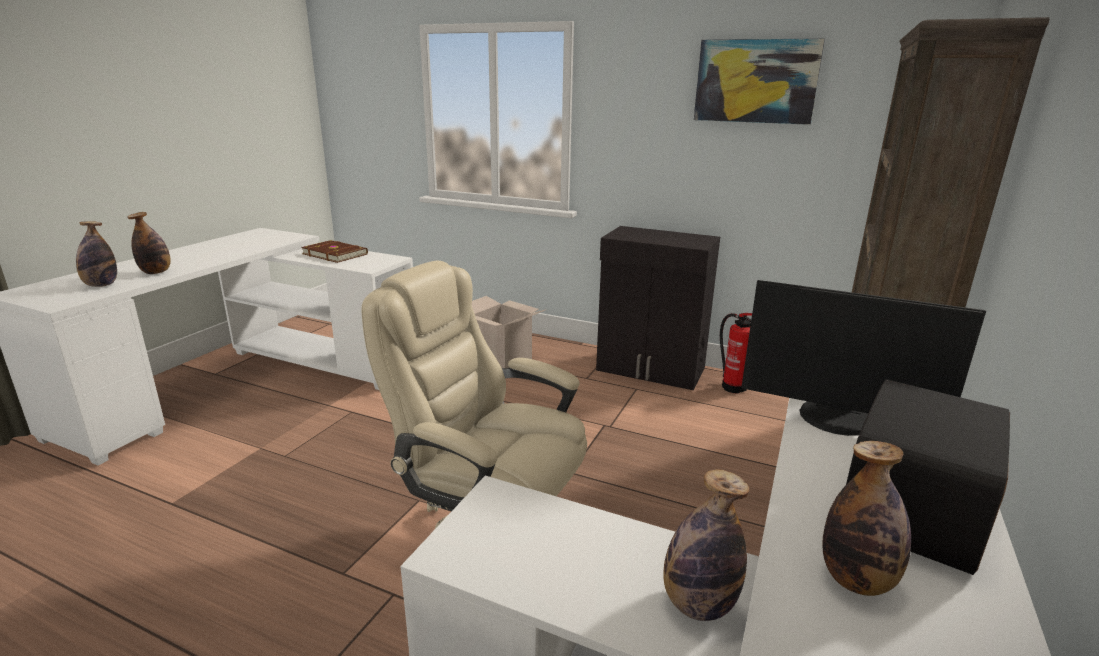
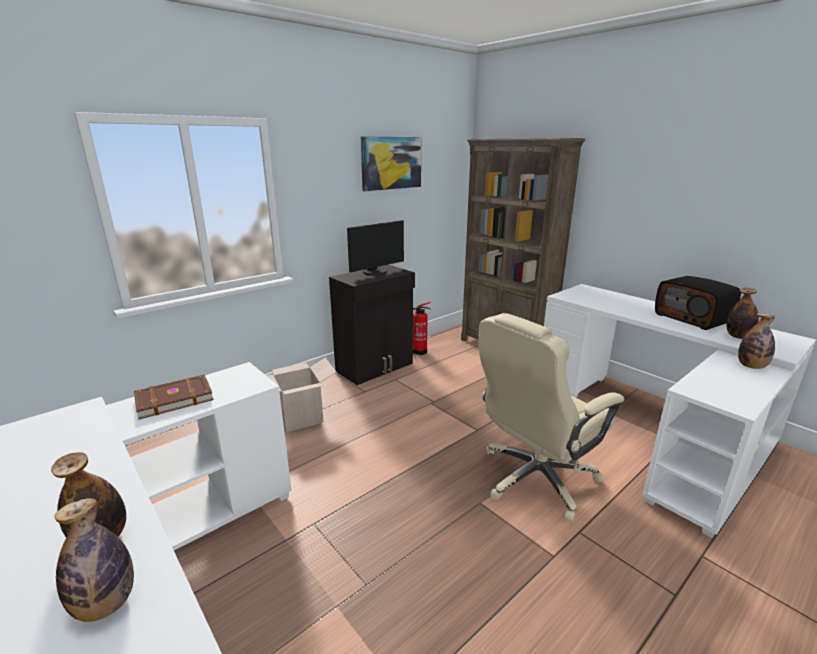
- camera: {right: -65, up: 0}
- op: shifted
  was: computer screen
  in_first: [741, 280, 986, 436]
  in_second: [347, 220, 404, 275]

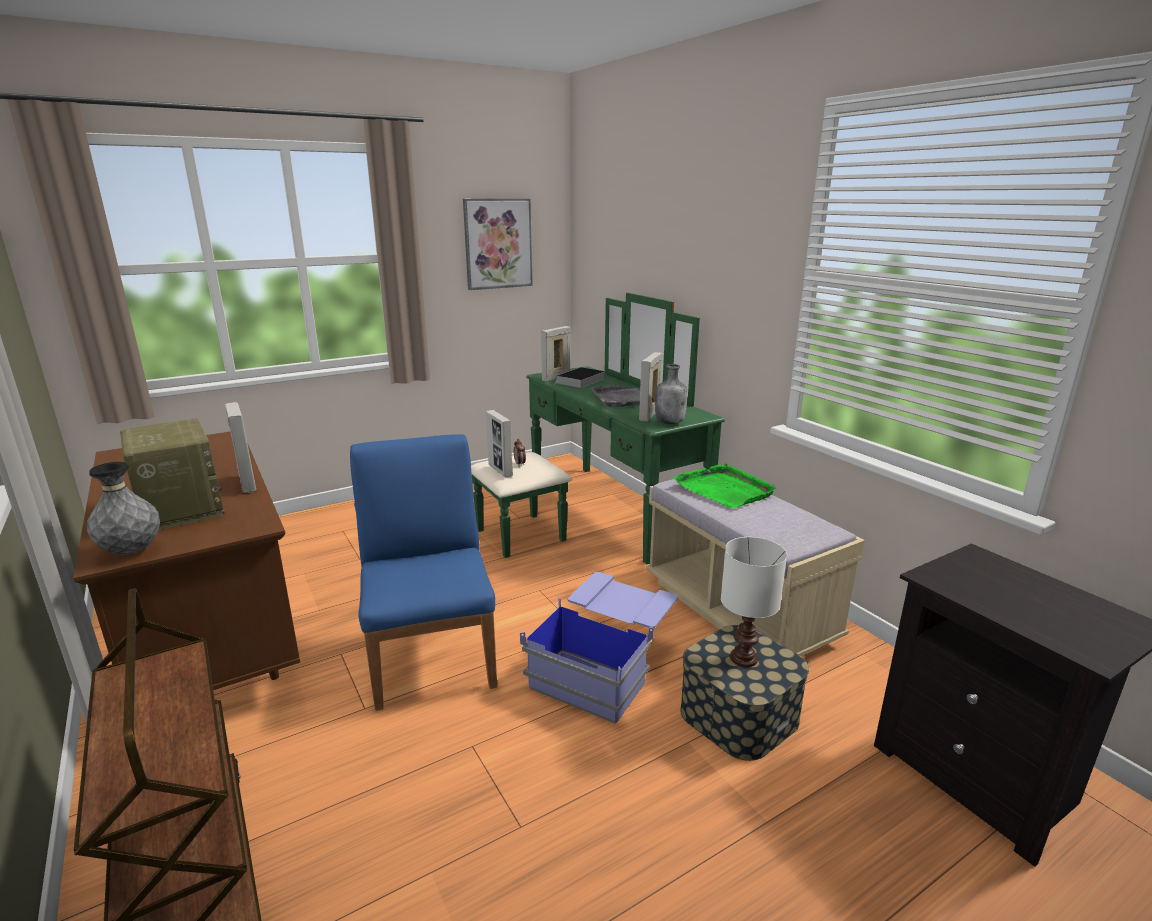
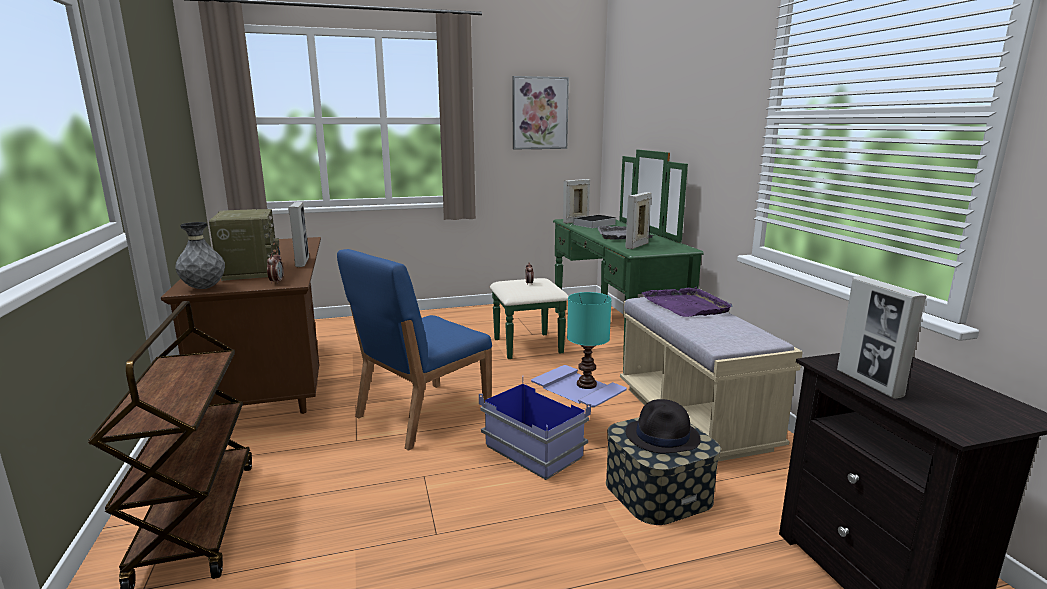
- camera: {right: 15, up: -5}
- op: rotated
  was: bluish plain chair
  in_first: [350, 434, 497, 711]
  in_second: [337, 249, 492, 451]
  clockwise: -135
- op: shifted
  was: picture frame
  in_first: [486, 410, 513, 477]
  in_second: [837, 276, 927, 398]
- op: gone
  was: greyish drink bottle
  in_first: [655, 364, 687, 424]
- op: repainted
  was: green serving tray
  now: purplish serving tray
  in_first: [673, 463, 776, 508]
  in_second: [642, 287, 732, 317]
- op: swapped
  was: whitish tabletop lamp
  now: black-coloured wearable hat
  in_first: [721, 537, 787, 667]
  in_second: [626, 399, 701, 453]
- op: new
  now: table clock
  in_second: [267, 251, 284, 284]
- op: new
  now: blue-green tabletop lamp
  in_second: [567, 292, 612, 389]

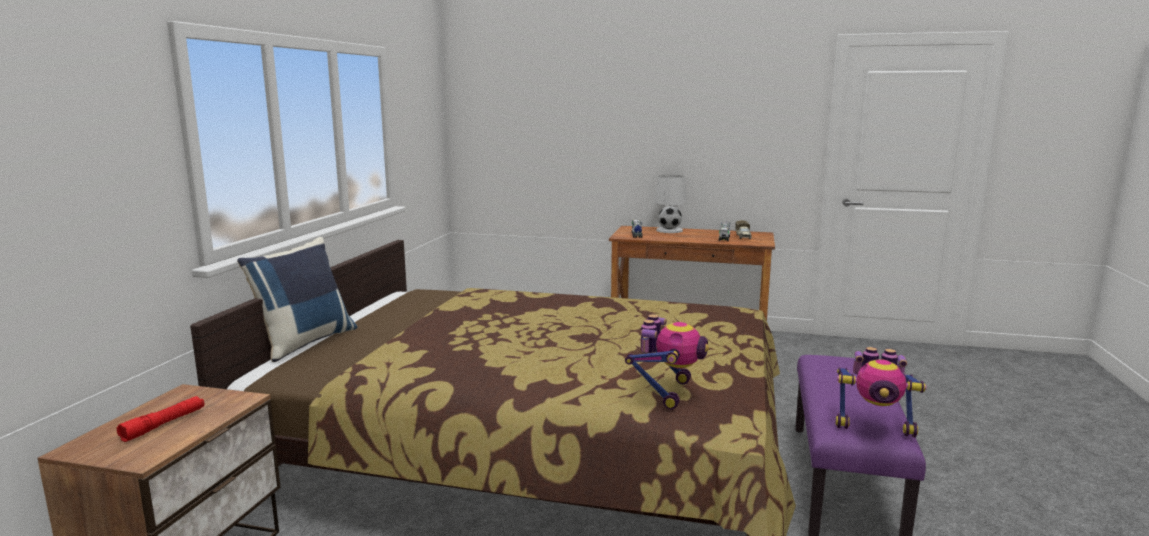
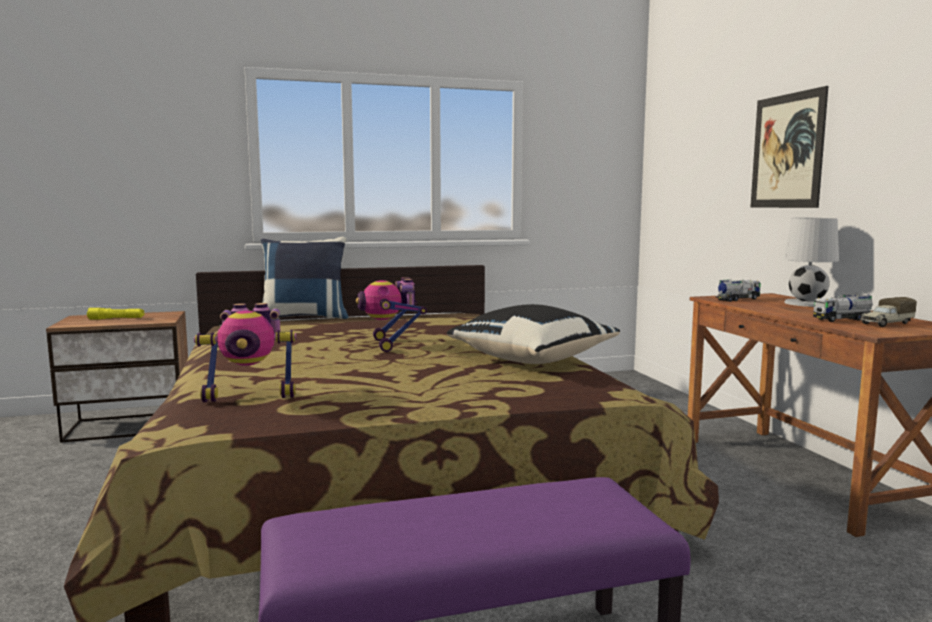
- camera: {right: 60, up: -5}
- op: repainted
  was: reddish hand torch
  now: yellowish hand torch
  in_first: [117, 396, 204, 442]
  in_second: [87, 308, 144, 319]
- op: shifted
  was: model robot
  in_first: [836, 347, 927, 437]
  in_second: [356, 277, 427, 352]
- op: new
  now: black-coloured cushion
  in_second: [447, 304, 620, 364]
- op: new
  now: wall art
  in_second: [751, 86, 829, 208]

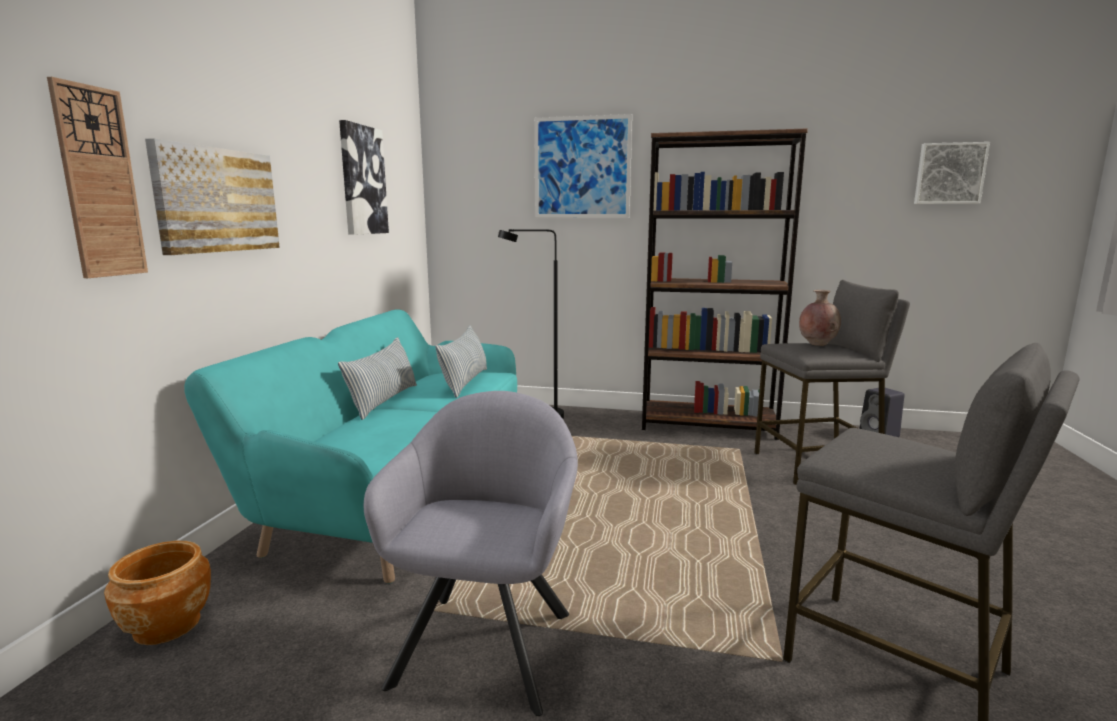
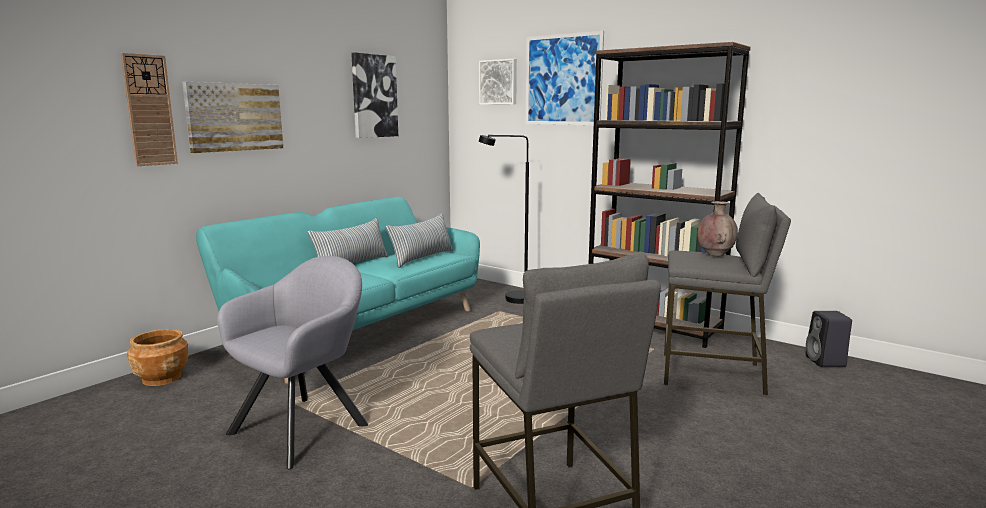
- camera: {right: 25, up: 0}
- op: shifted
  was: wall art
  in_first: [914, 142, 990, 204]
  in_second: [479, 59, 517, 105]

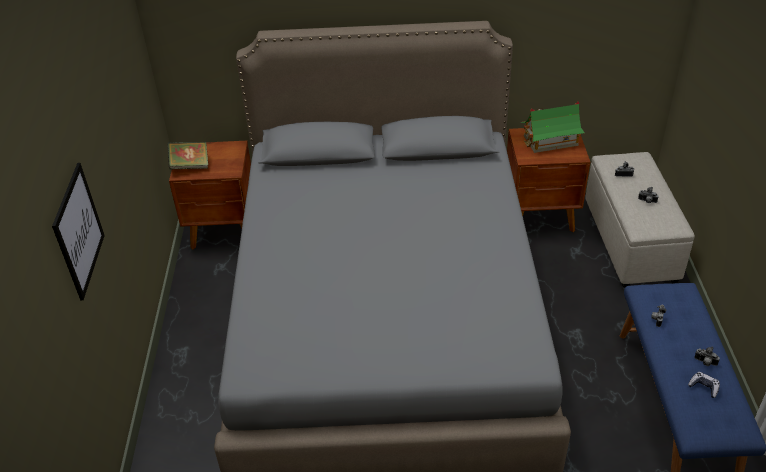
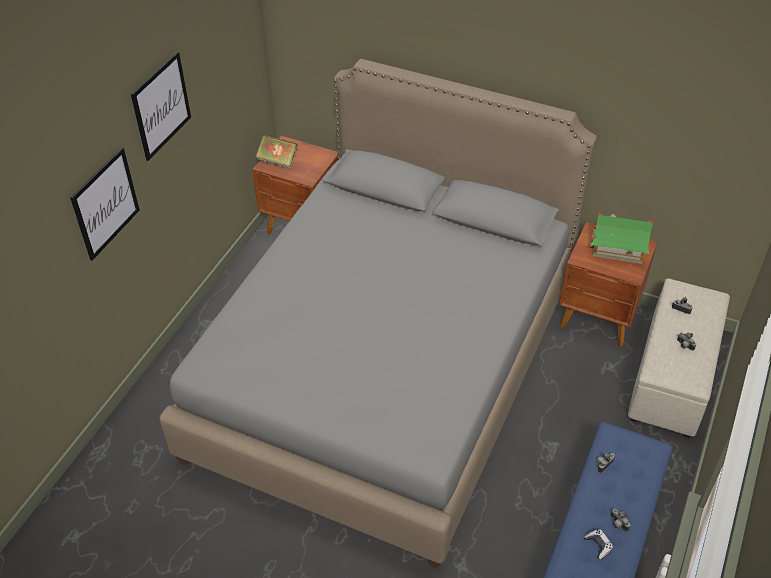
- camera: {right: 25, up: 5}
- op: new
  now: wall art
  in_second: [131, 51, 191, 161]

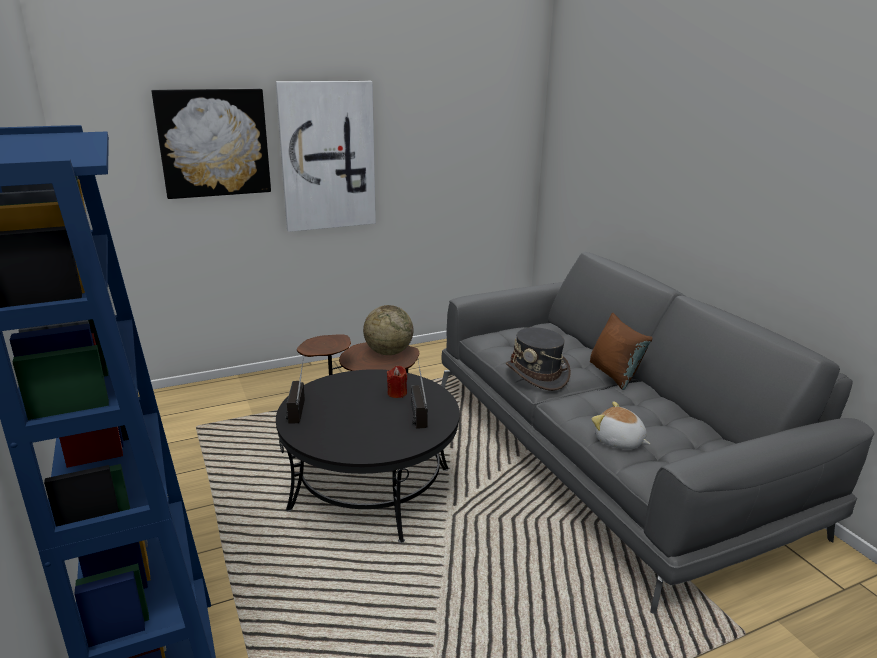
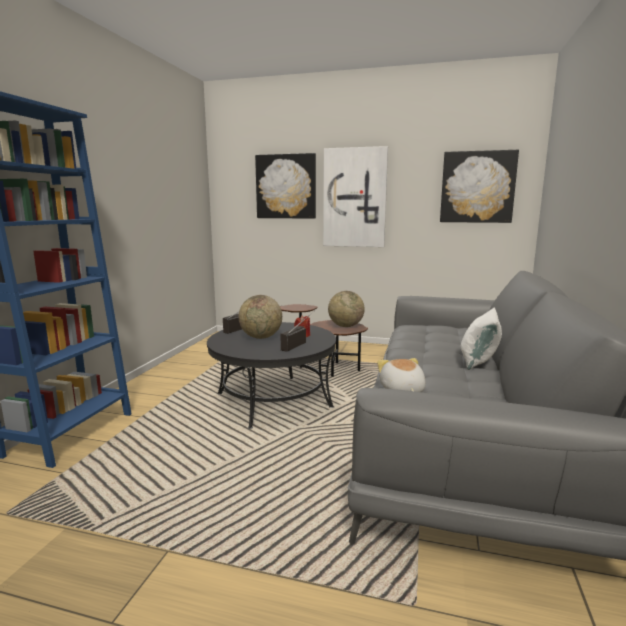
- camera: {right: 40, up: -10}
- op: gone
  was: greyish wearable hat
  in_first: [506, 327, 571, 391]
- op: repainted
  was: brownish cushion
  now: whitish cushion
  in_first: [590, 312, 652, 390]
  in_second: [461, 307, 502, 370]
- op: new
  now: globe
  in_second: [239, 295, 282, 339]
- op: new
  now: wall art
  in_second: [440, 150, 519, 223]

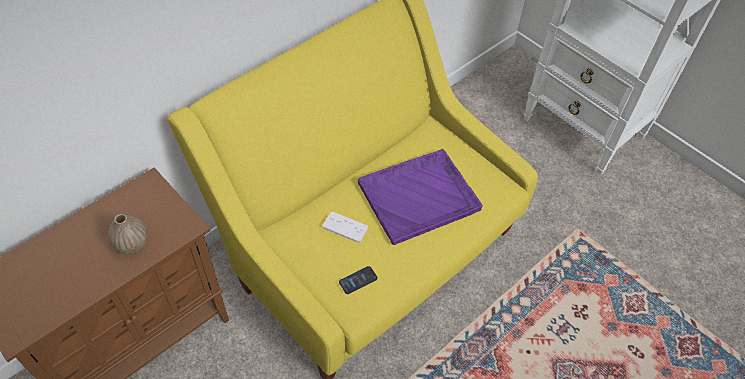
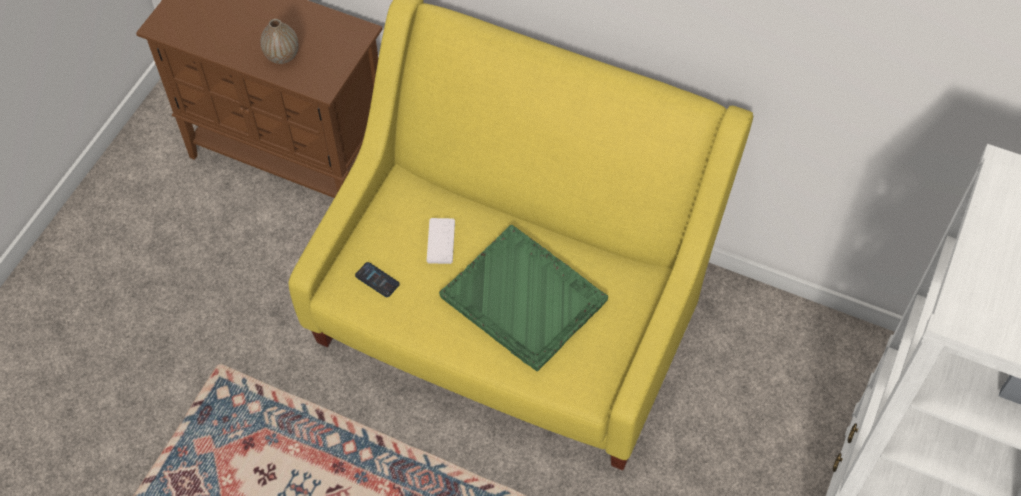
- camera: {right: 70, up: 5}
- op: repainted
  was: purplish serving tray
  now: green serving tray
  in_first: [358, 149, 482, 245]
  in_second: [439, 225, 608, 371]

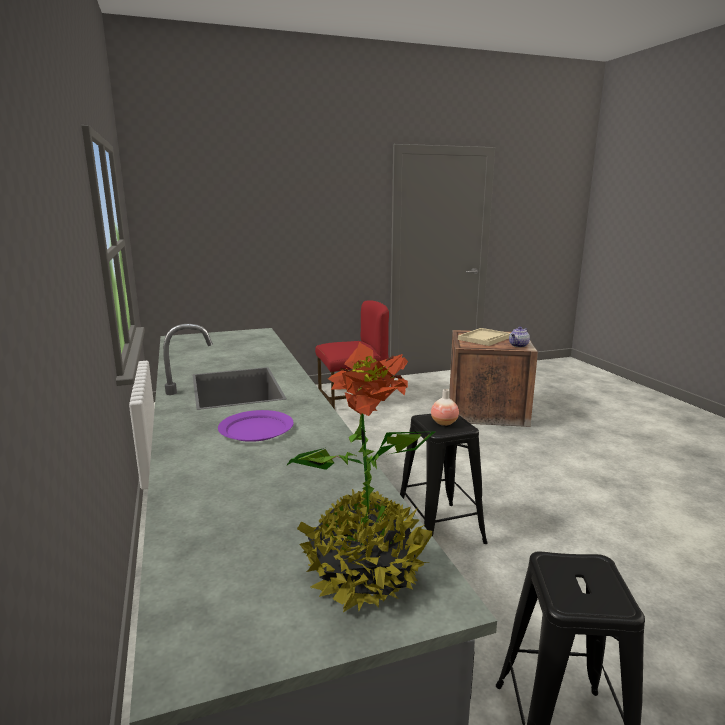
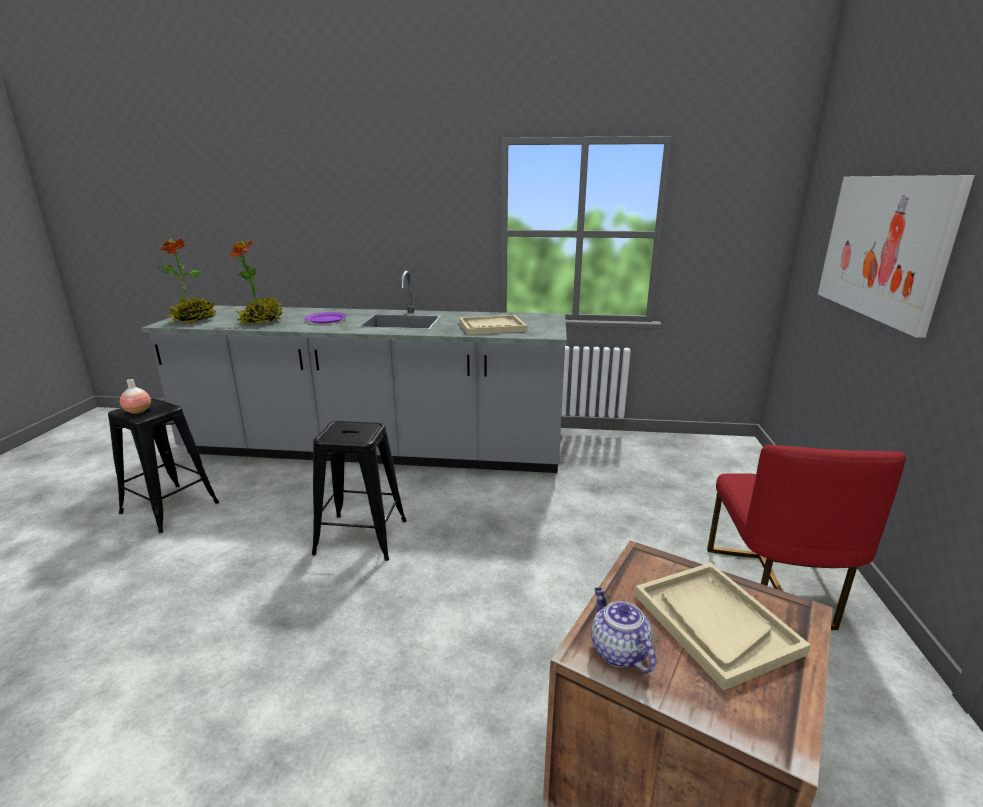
- camera: {right: 115, up: 5}
- op: shifted
  was: decorative vase
  in_first: [431, 389, 459, 426]
  in_second: [120, 379, 151, 414]
- op: new
  now: plant in a pot
  in_second: [230, 238, 282, 324]
- op: new
  now: sand-coloured serving tray
  in_second: [459, 315, 527, 335]
- op: new
  now: wall art
  in_second: [818, 175, 975, 338]

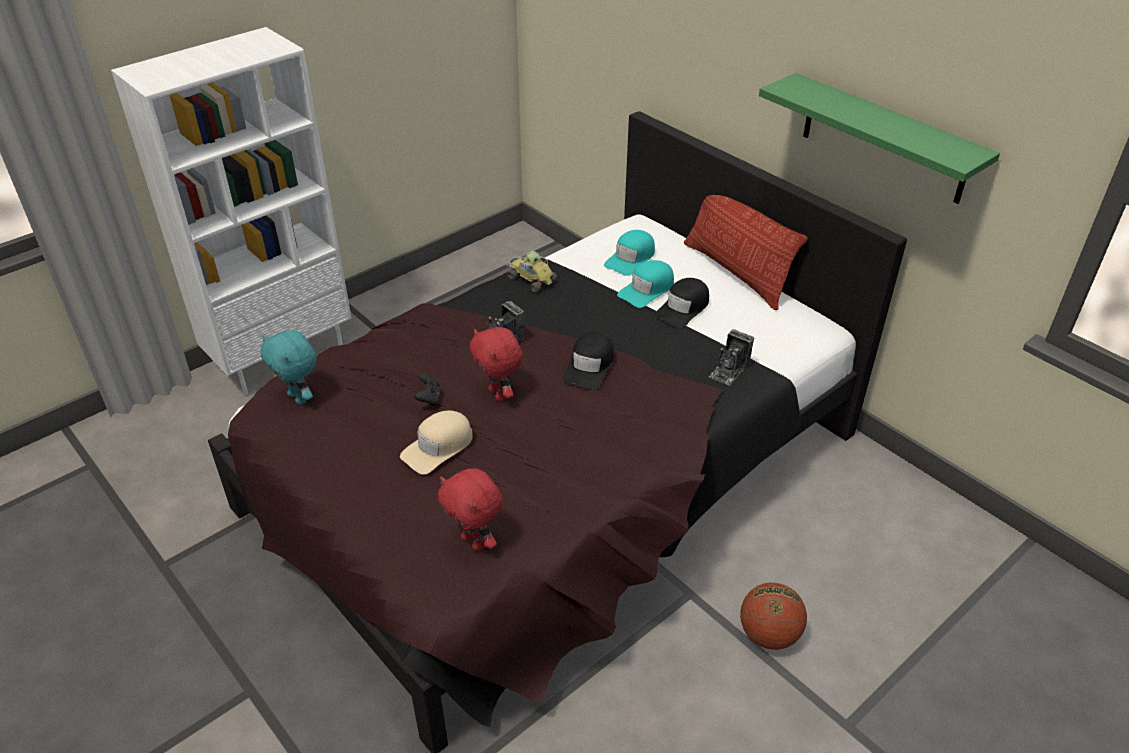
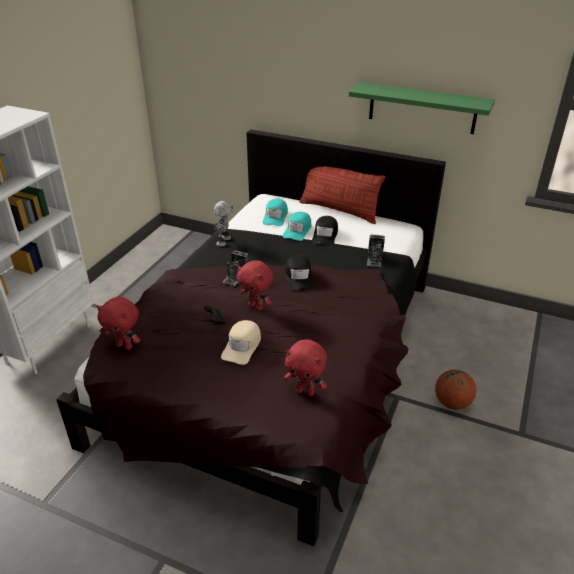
- camera: {right: -25, up: -5}
- op: repainted
  was: blue-green soft toy
  now: reddish soft toy
  in_first: [261, 330, 317, 405]
  in_second: [97, 297, 141, 350]
- op: swapped
  was: miniature car
  now: model robot
  in_first: [506, 251, 557, 293]
  in_second: [213, 201, 233, 246]

